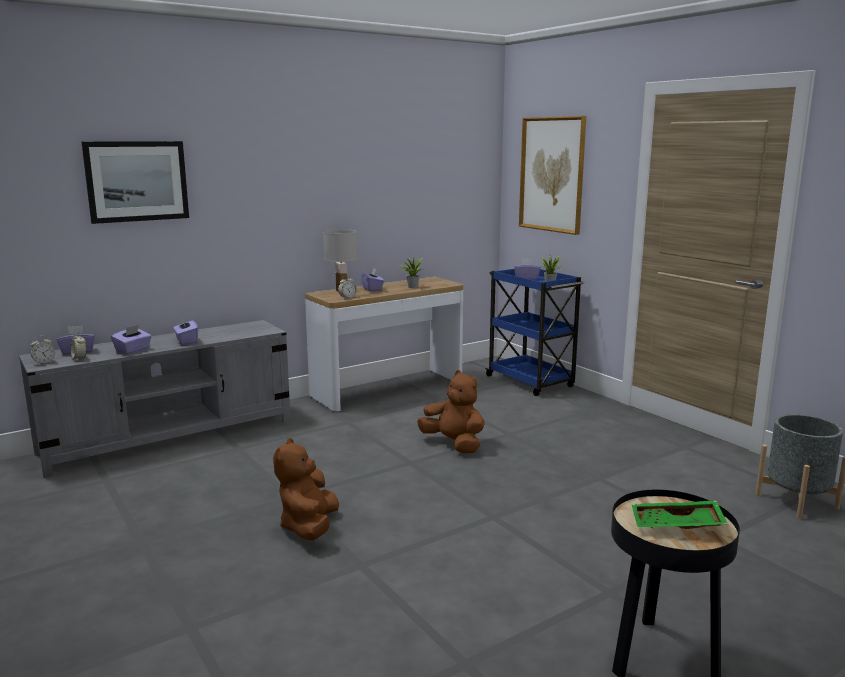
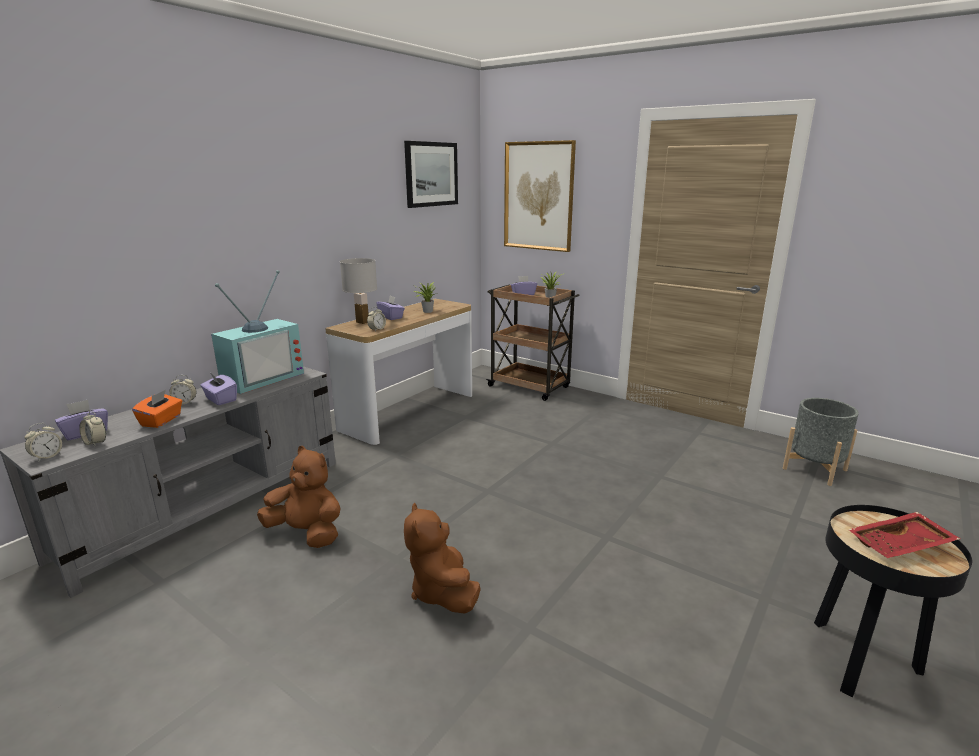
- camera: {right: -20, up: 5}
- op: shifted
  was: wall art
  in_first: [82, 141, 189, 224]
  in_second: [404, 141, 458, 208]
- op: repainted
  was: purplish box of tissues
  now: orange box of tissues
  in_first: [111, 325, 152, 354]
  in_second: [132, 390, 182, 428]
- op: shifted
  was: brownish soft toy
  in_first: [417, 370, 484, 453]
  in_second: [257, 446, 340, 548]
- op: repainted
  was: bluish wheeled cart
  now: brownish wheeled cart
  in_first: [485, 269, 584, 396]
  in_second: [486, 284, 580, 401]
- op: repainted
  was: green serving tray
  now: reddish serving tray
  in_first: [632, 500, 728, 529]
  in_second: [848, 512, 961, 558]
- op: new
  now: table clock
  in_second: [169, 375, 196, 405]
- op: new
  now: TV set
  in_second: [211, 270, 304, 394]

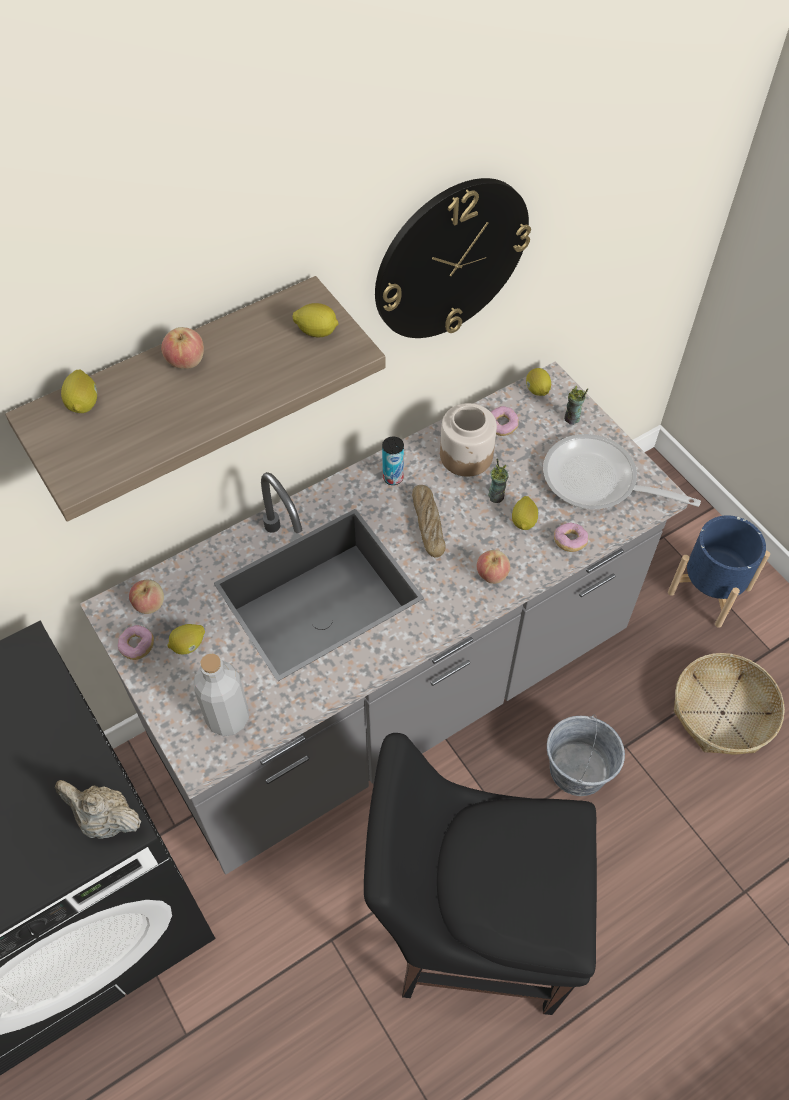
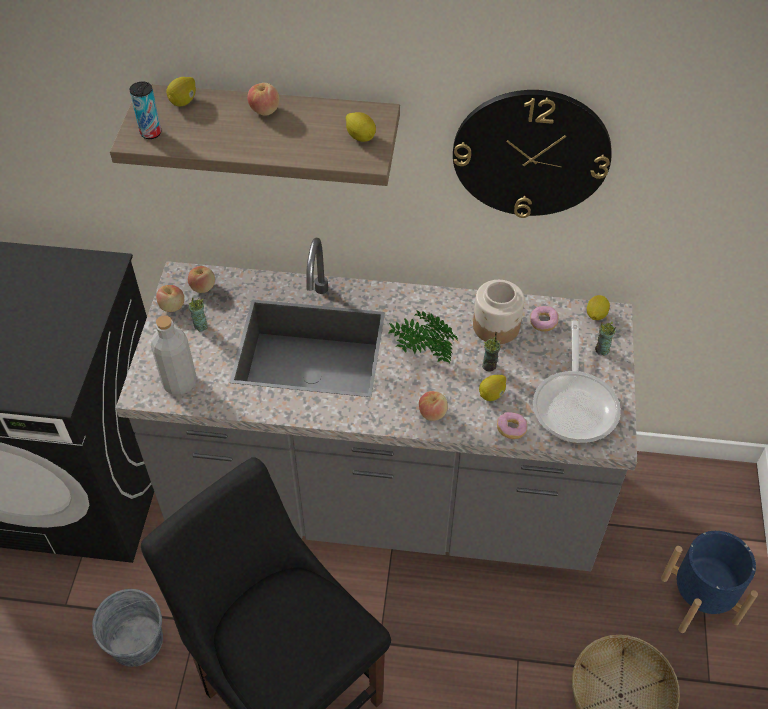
- camera: {right: 40, up: -5}
- op: gone
  was: sand-coloured teapot
  in_first: [55, 780, 141, 839]
- op: swapped
  was: doughnut
  now: apple
  in_first: [118, 625, 154, 660]
  in_second: [156, 285, 184, 312]
- op: swapped
  was: lemon
  now: cup
  in_first: [167, 624, 205, 654]
  in_second: [188, 297, 208, 332]
- op: shifted
  was: can
  in_first: [382, 437, 404, 485]
  in_second: [129, 82, 161, 139]
- op: swapped
  was: bakery bread
  now: plant in a pot
  in_first: [412, 485, 446, 558]
  in_second: [388, 310, 458, 363]
- op: rotated
  was: skillet
  in_first: [543, 434, 701, 510]
  in_second: [533, 320, 621, 443]
  clockwise: -150
- op: shifted
  was: greyish pail
  in_first: [547, 715, 625, 796]
  in_second: [92, 589, 163, 667]

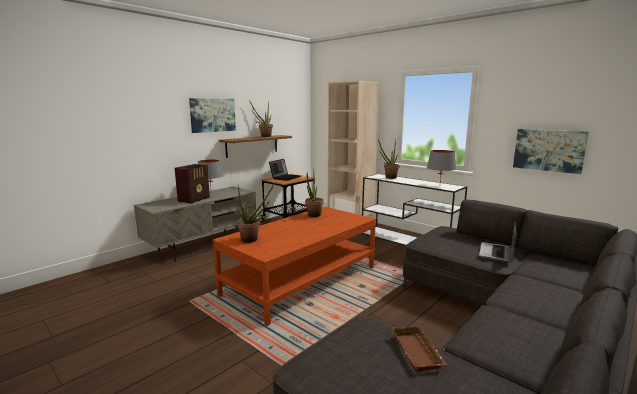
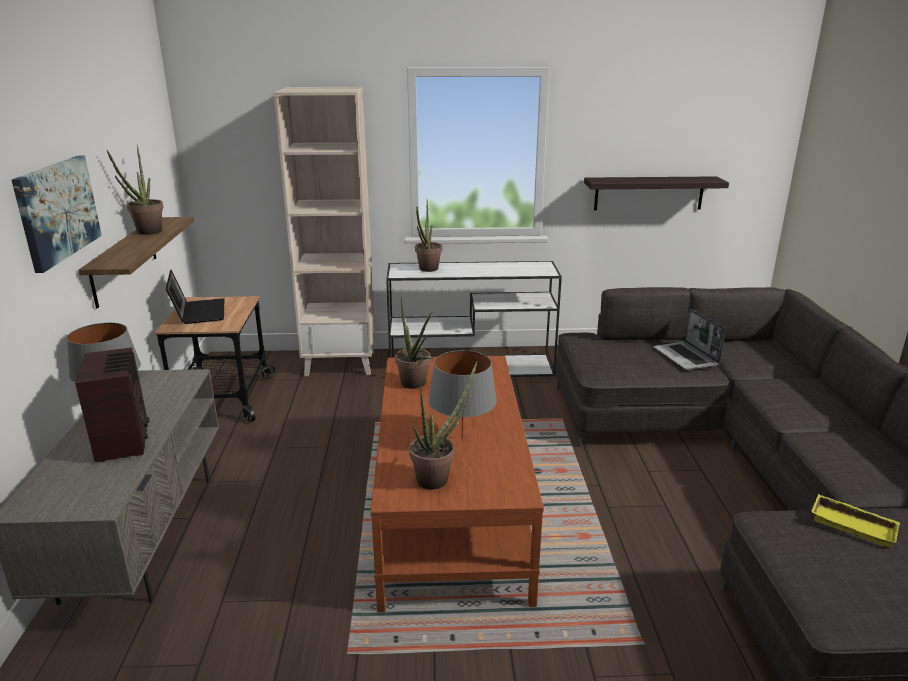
- camera: {right: -45, up: 10}
- op: repainted
  was: brownish serving tray
  now: yellowish serving tray
  in_first: [392, 325, 447, 373]
  in_second: [811, 494, 900, 548]
- op: shifted
  was: greyish tabletop lamp
  in_first: [427, 150, 456, 181]
  in_second: [428, 350, 497, 439]
- op: swapped
  was: wall art
  now: bracket shelf
  in_first: [513, 129, 589, 174]
  in_second: [584, 176, 729, 210]

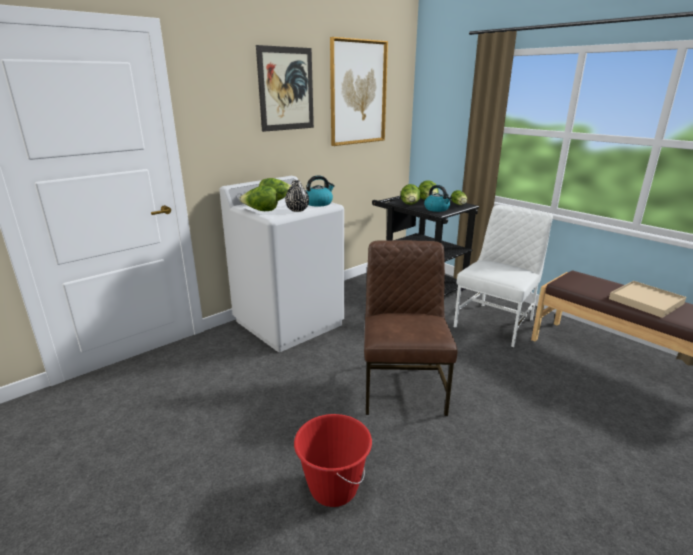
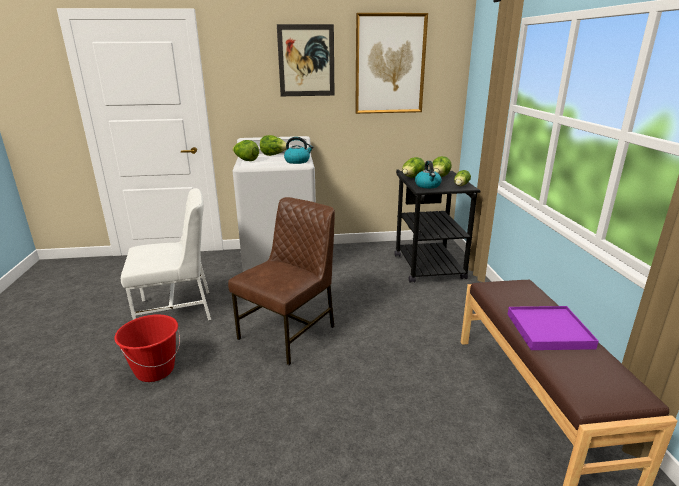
- camera: {right: 35, up: 0}
- op: gone
  was: black-coloured decorative vase
  in_first: [285, 180, 309, 212]
- op: shifted
  was: whitish plain chair
  in_first: [453, 205, 553, 348]
  in_second: [121, 188, 211, 321]
- op: repainted
  was: sand-coloured serving tray
  now: purplish serving tray
  in_first: [609, 281, 686, 318]
  in_second: [508, 306, 599, 350]

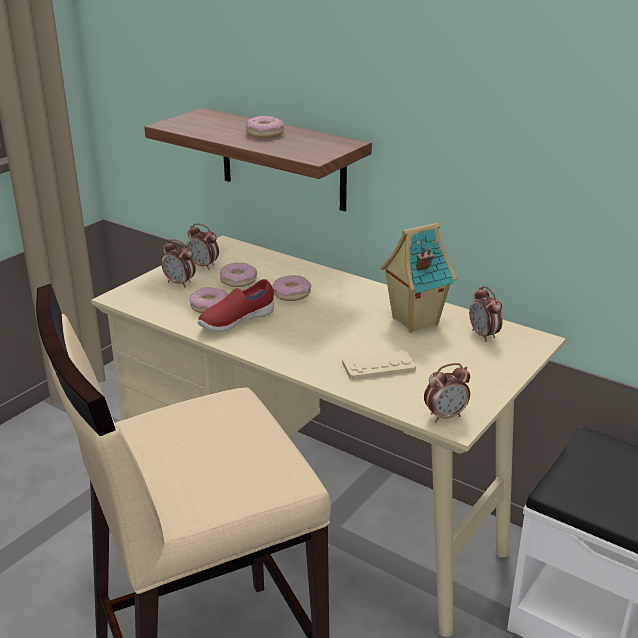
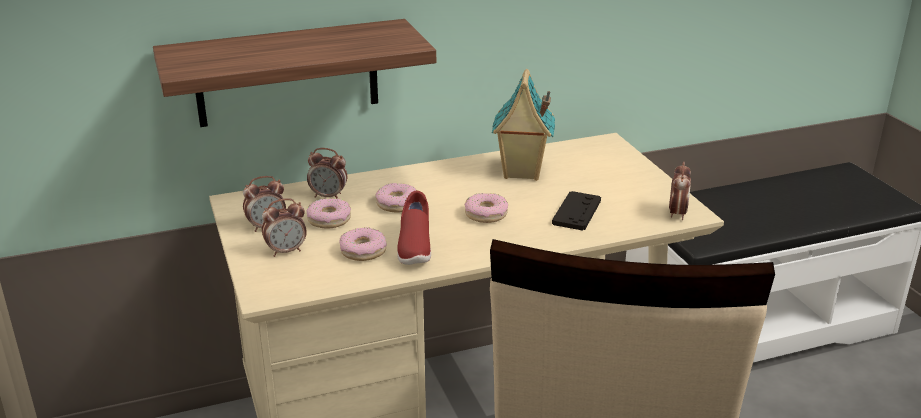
- camera: {right: -55, up: 0}
- op: shifted
  was: doughnut
  in_first: [246, 116, 284, 138]
  in_second: [464, 193, 508, 223]
- op: repainted
  was: sand-coloured gamepad
  now: black-coloured gamepad
  in_first: [342, 350, 416, 380]
  in_second: [552, 191, 601, 231]
- op: shifted
  was: table clock
  in_first: [469, 286, 503, 342]
  in_second: [307, 148, 347, 199]

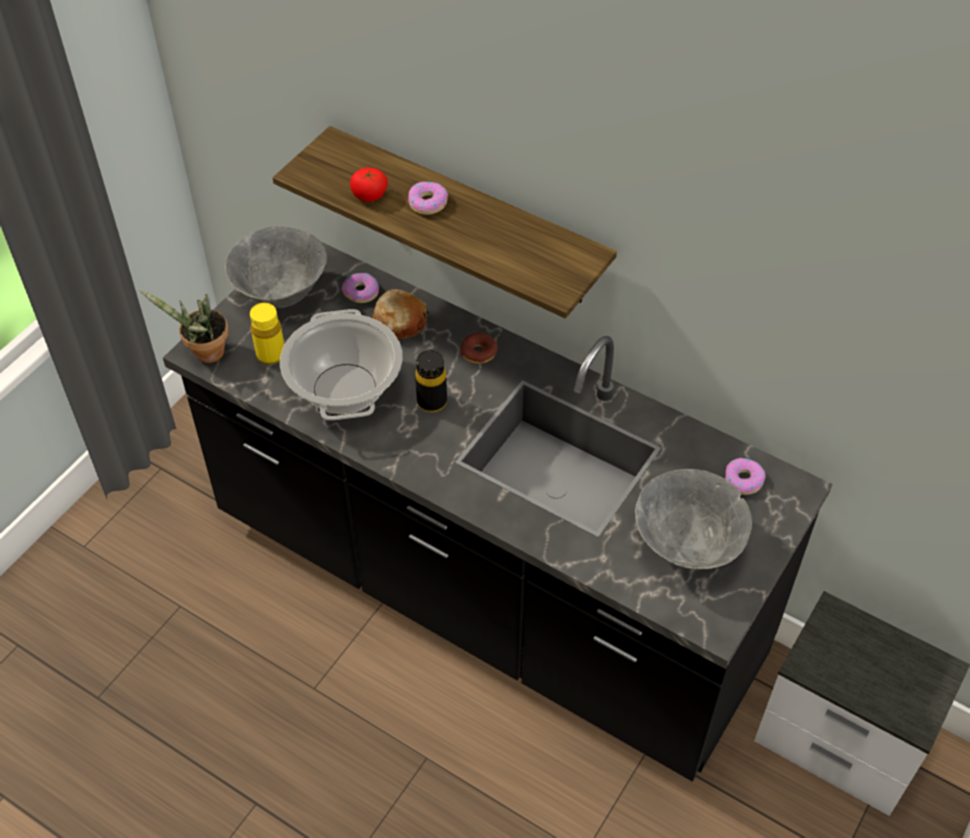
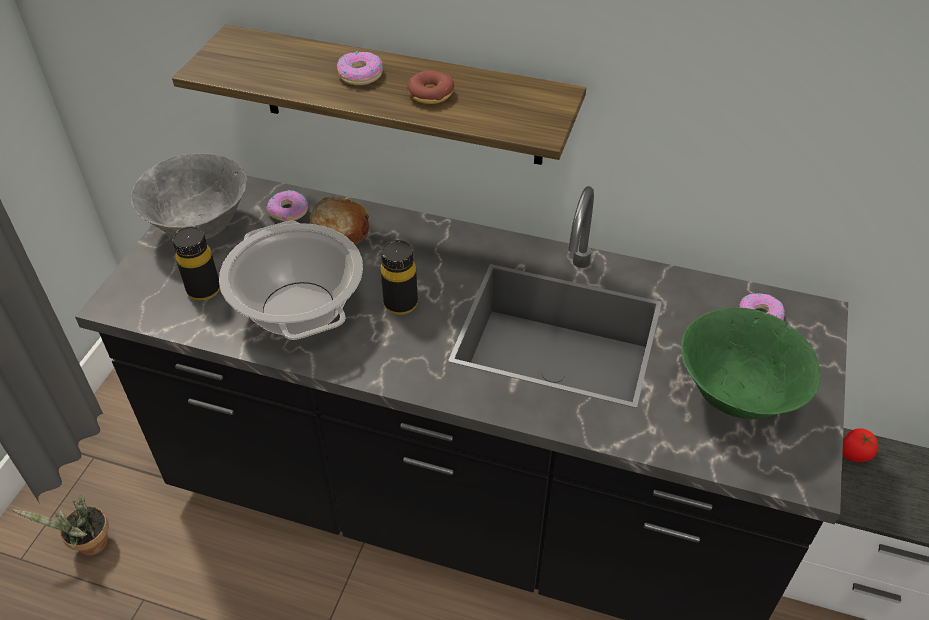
- camera: {right: -15, up: -5}
- op: shifted
  was: plant in a pot
  in_first: [139, 289, 229, 363]
  in_second: [13, 495, 109, 556]
- op: repainted
  was: yellowish drink bottle
  now: black-coloured drink bottle
  in_first: [250, 303, 284, 365]
  in_second: [172, 227, 220, 301]
- op: shifted
  was: fresh tomato
  in_first: [350, 168, 388, 202]
  in_second: [843, 428, 878, 462]
- op: shifted
  was: doughnut
  in_first: [461, 333, 498, 364]
  in_second: [407, 70, 454, 104]
- op: repainted
  was: greyish bowl
  now: green bowl
  in_first: [635, 469, 752, 570]
  in_second: [681, 307, 821, 419]

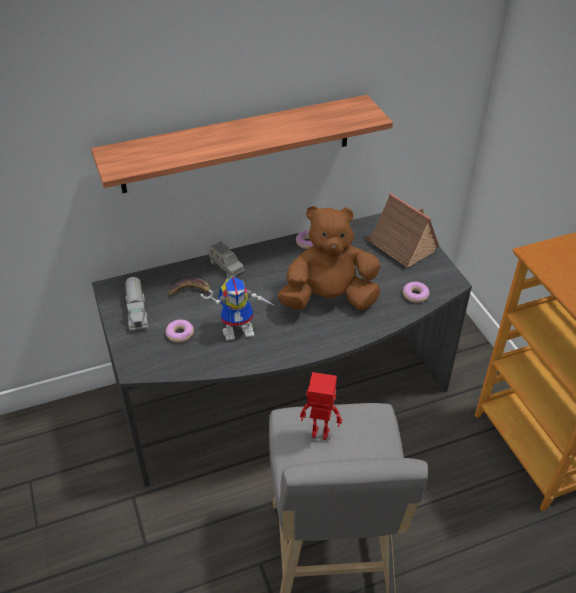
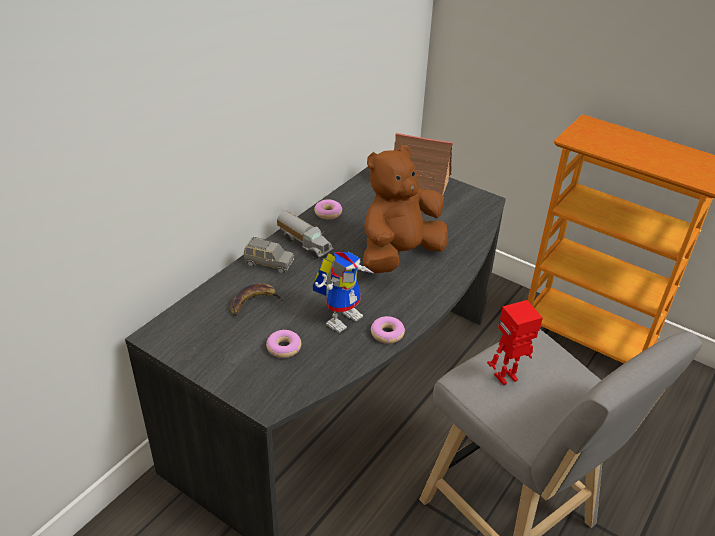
- camera: {right: -35, up: -5}
- op: gone
  was: bracket shelf
  in_first: [91, 95, 393, 193]
- op: shifted
  was: model truck
  in_first: [125, 277, 148, 331]
  in_second: [277, 210, 334, 259]
- op: shifted
  was: doughnut
  in_first: [403, 282, 429, 303]
  in_second: [371, 316, 405, 344]

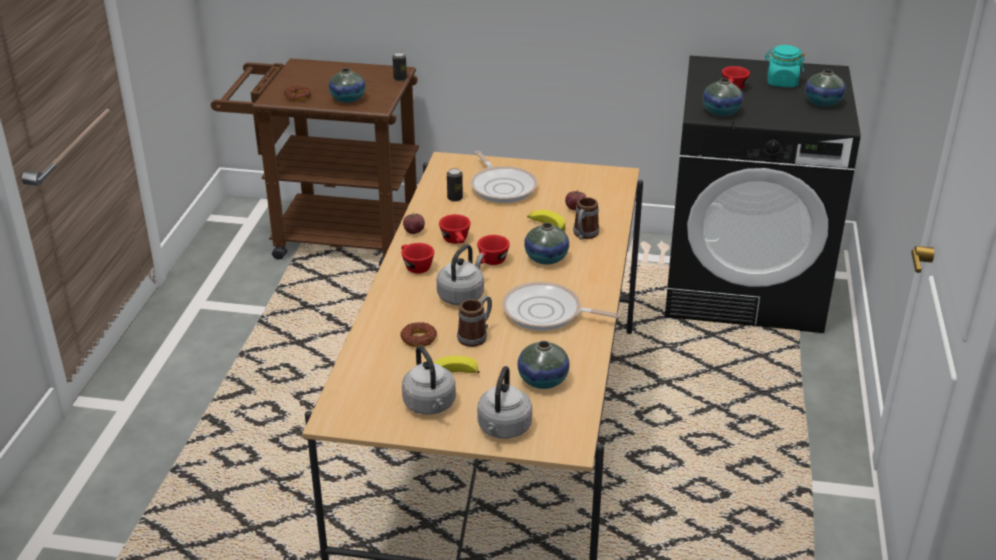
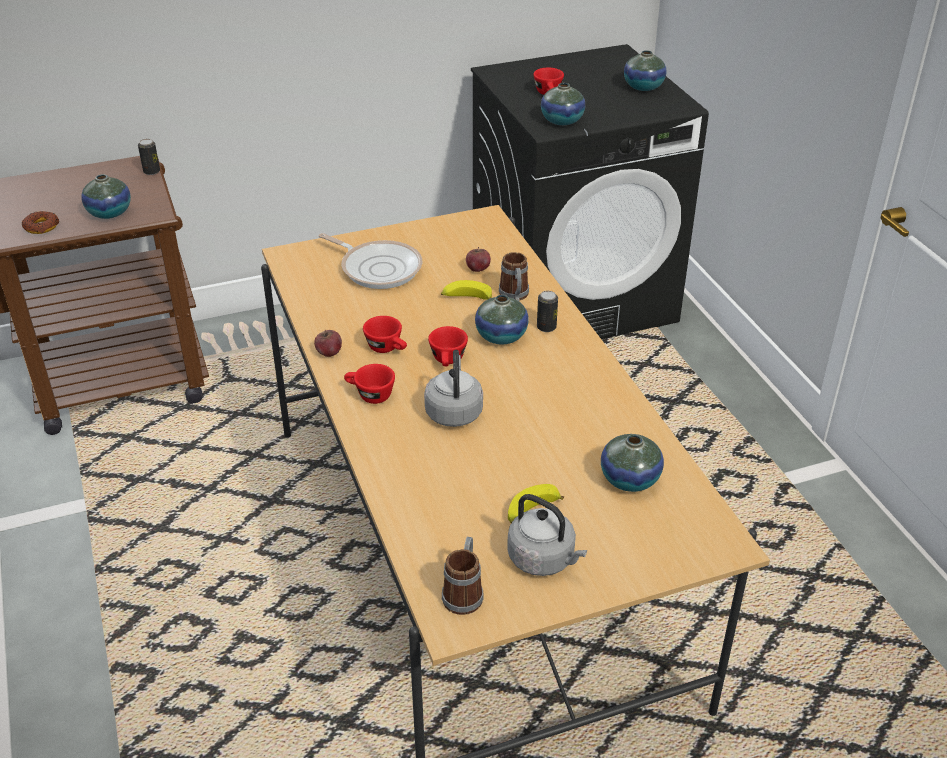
- camera: {right: -30, up: 5}
- op: gone
  was: doughnut
  in_first: [400, 322, 437, 347]
- op: shifted
  was: can
  in_first: [447, 168, 463, 202]
  in_second: [537, 291, 558, 332]
- op: shifted
  was: mug
  in_first: [457, 296, 492, 347]
  in_second: [442, 537, 483, 615]
- op: gone
  was: greyish kettle
  in_first: [477, 366, 532, 439]
- op: gone
  was: skillet
  in_first: [502, 282, 621, 331]
- op: gone
  was: blue-green preserve jar
  in_first: [765, 45, 805, 87]

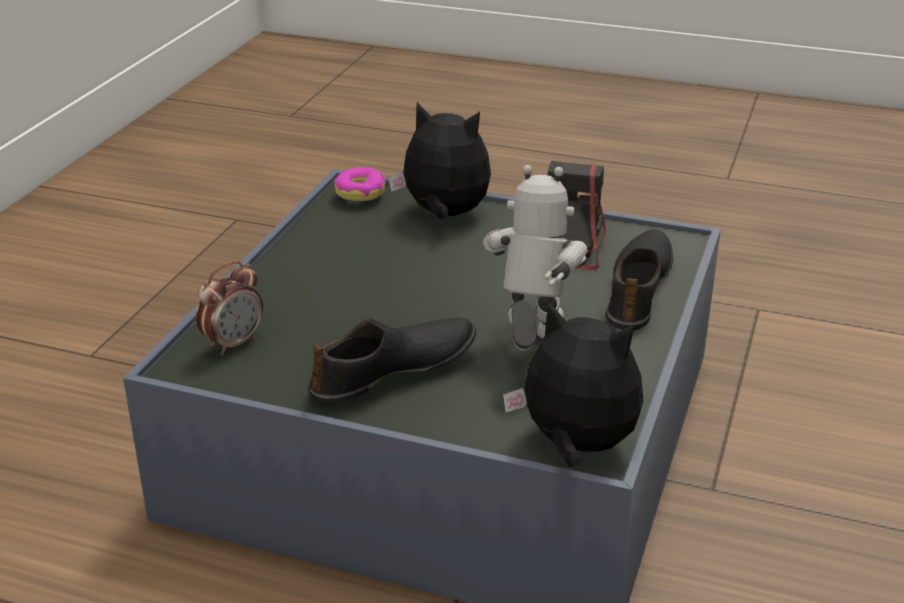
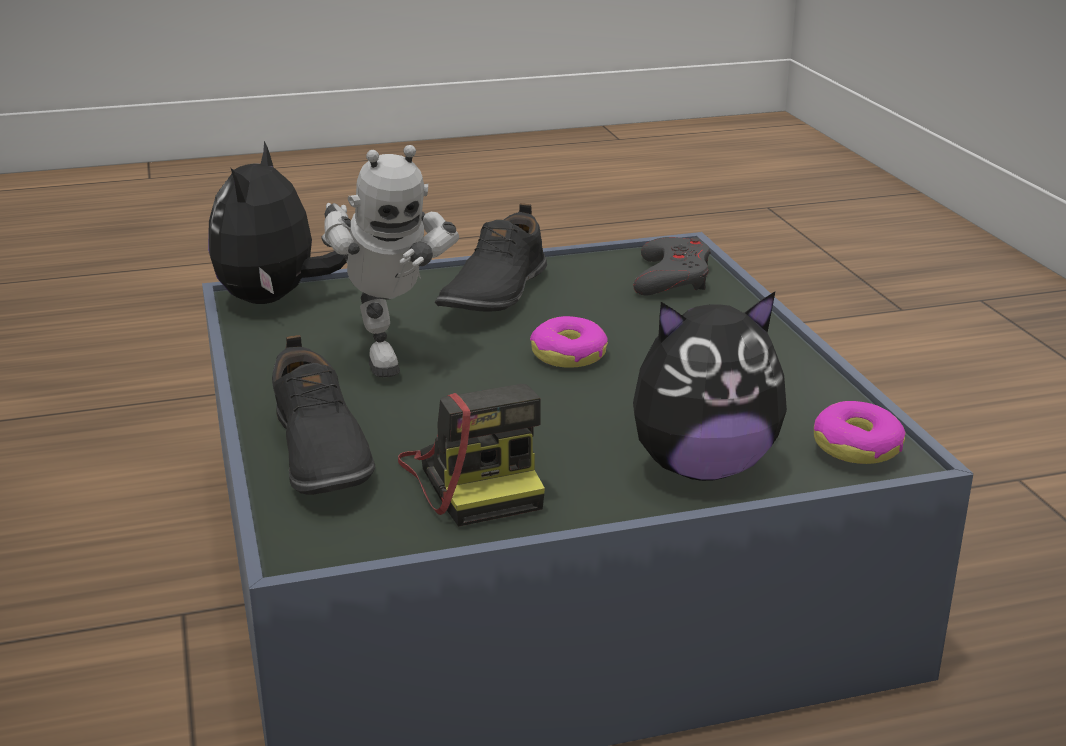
- camera: {right: 145, up: -5}
- op: swapped
  was: table clock
  now: greyish gamepad
  in_first: [196, 261, 263, 355]
  in_second: [633, 237, 711, 296]
- op: rotated
  was: soft toy
  in_first: [503, 300, 643, 467]
  in_second: [208, 141, 346, 304]
  clockwise: 105
- op: new
  now: doughnut
  in_second: [530, 316, 608, 368]

